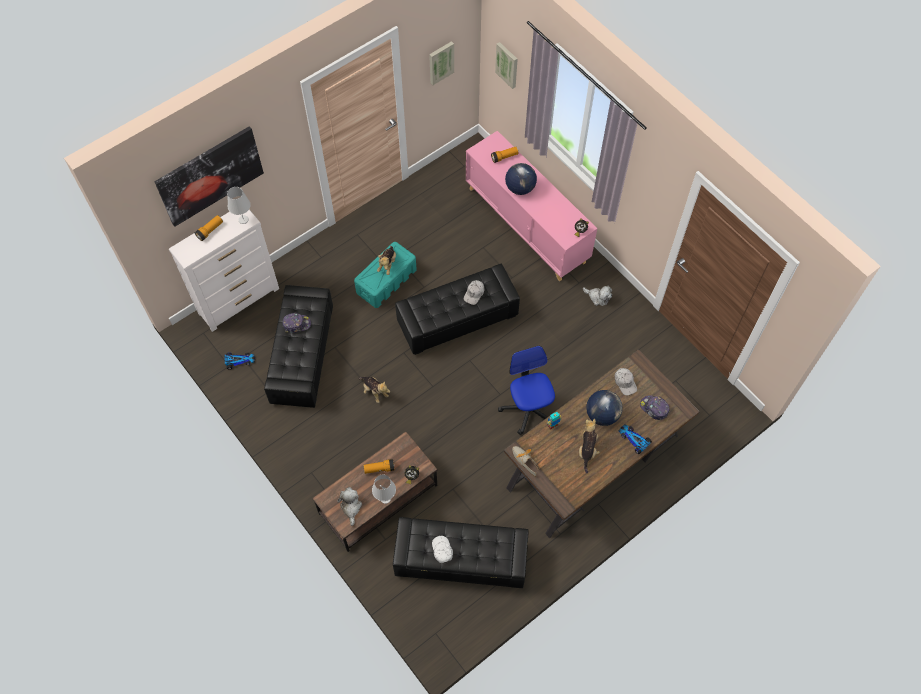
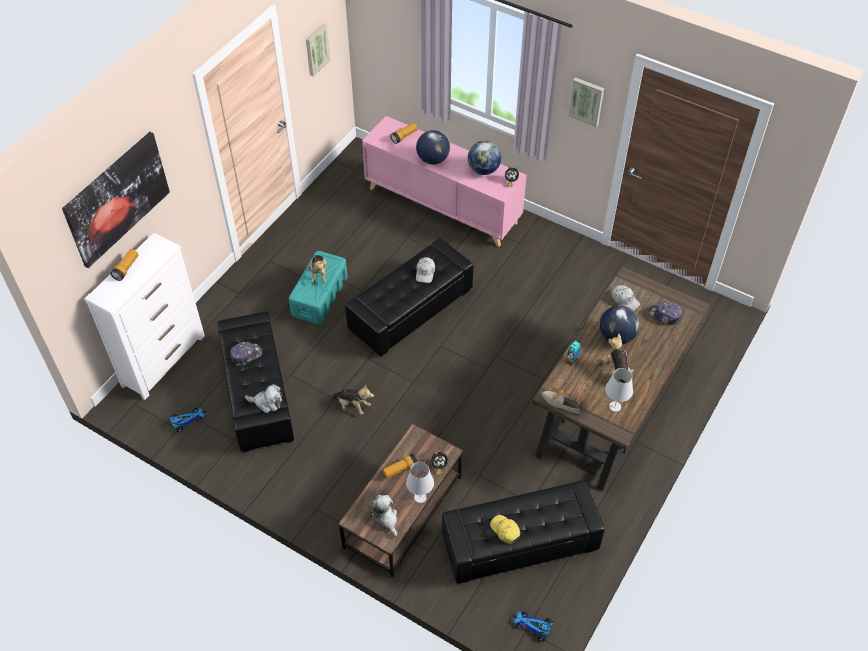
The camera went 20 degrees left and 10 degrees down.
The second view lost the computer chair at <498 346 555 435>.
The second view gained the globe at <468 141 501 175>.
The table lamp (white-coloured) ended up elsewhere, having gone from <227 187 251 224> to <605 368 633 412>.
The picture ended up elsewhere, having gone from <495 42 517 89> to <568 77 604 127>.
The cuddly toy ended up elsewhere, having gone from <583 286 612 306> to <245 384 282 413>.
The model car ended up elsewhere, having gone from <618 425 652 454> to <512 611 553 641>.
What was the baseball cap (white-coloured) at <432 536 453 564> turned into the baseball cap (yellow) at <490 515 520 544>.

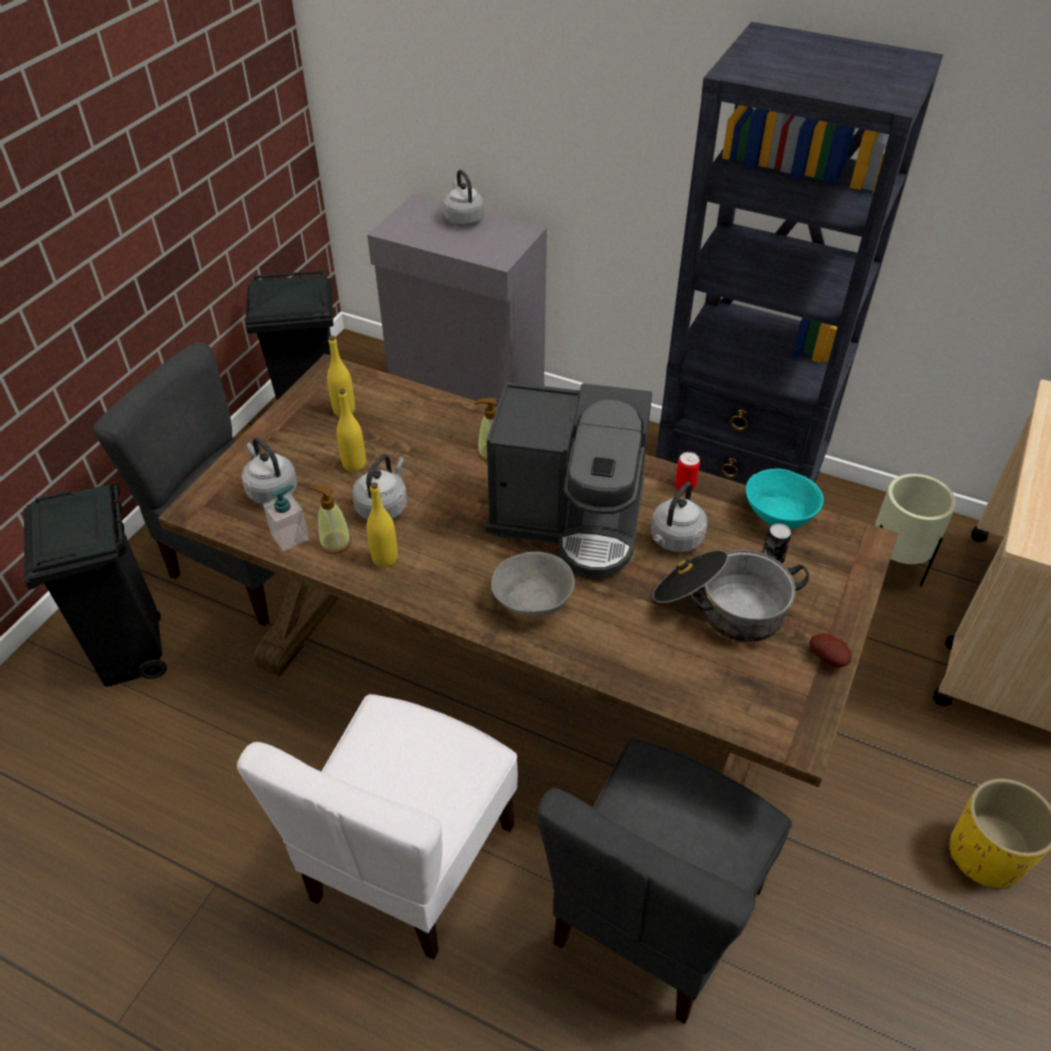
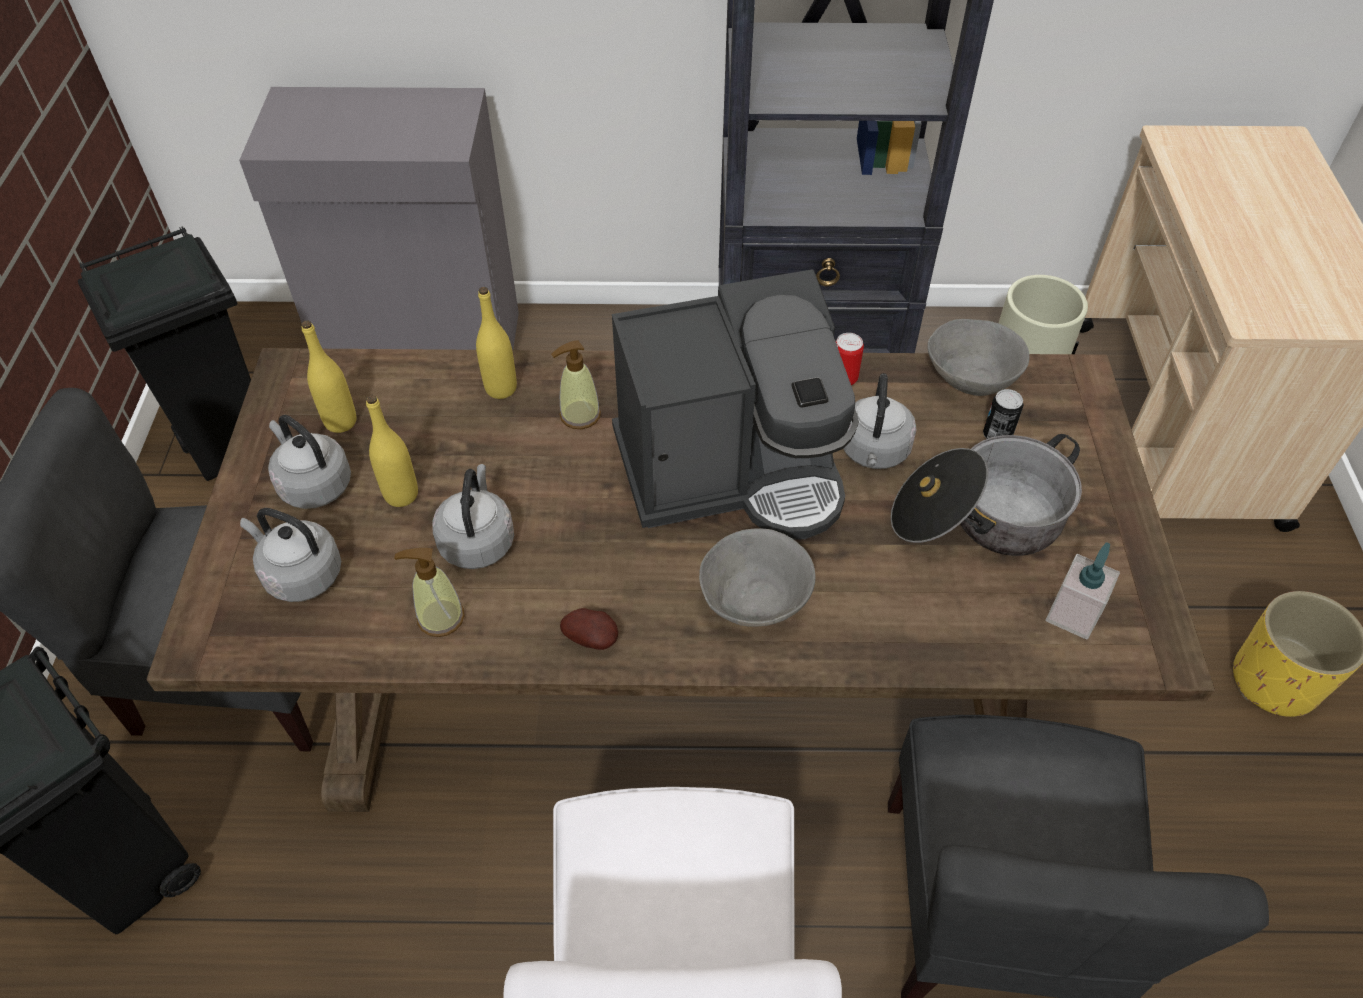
The camera went 25 degrees left and 5 degrees up.
The liquid soap bottle ended up elsewhere, having gone from <263 485 309 551> to <1046 542 1120 640>.
The beverage bottle (yellow) ended up elsewhere, having gone from <367 482 398 567> to <476 287 517 399>.
The kettle (grey) ended up elsewhere, having gone from <443 170 484 226> to <268 415 351 509>.
The spud ended up elsewhere, having gone from <809 633 852 667> to <560 608 618 650>.
What was the serving bowl (blue-green) at <746 468 824 529> turned into the serving bowl (grey) at <927 319 1030 396>.

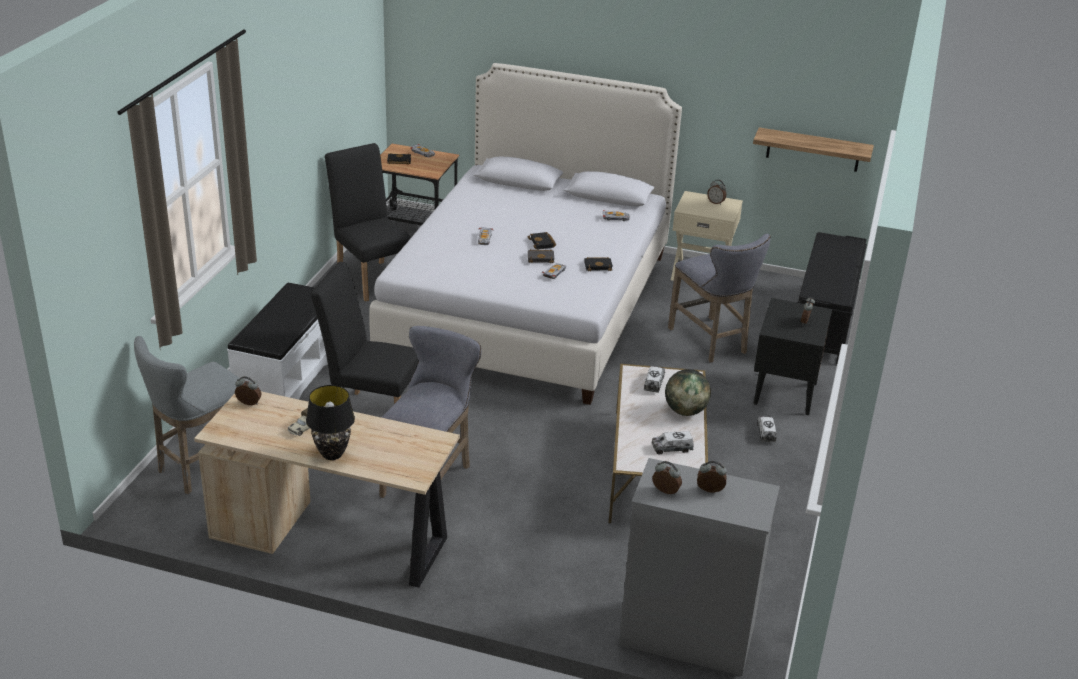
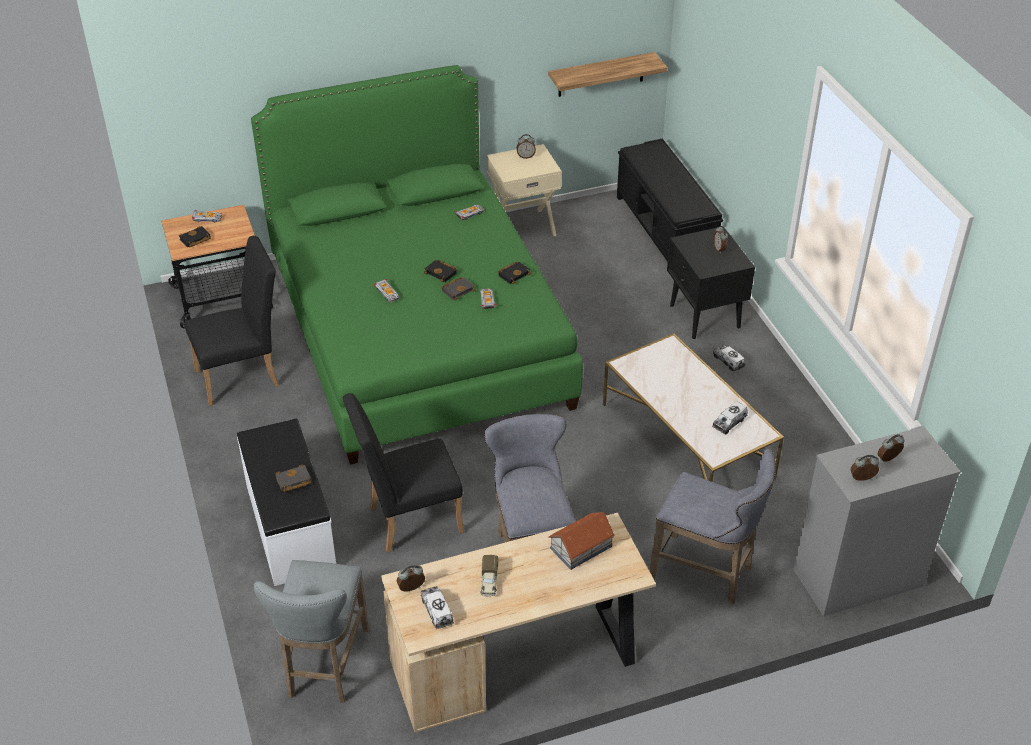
The camera went 35 degrees left and 10 degrees up.
The second view lost the table lamp (black) at <306 385 355 460>.
The second view lost the globe at <665 369 711 416>.
The second view gained the volume (black) at <275 464 312 492>.
The second view gained the miniature house at <548 512 615 570>.
The toy lorry ended up elsewhere, having gone from <644 366 665 393> to <421 586 454 629>.
The stool seat (grey) ended up elsewhere, having gone from <668 234 771 362> to <649 449 776 605>.
What was the bed (white-coloured) at <369 63 682 405> turned into the bed (green) at <251 65 583 465>.
The chair (black) at <325 143 411 301> ended up facing another way, 135 degrees clockwise from before.

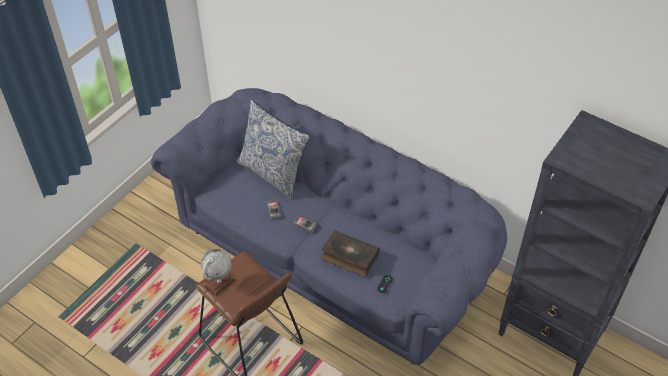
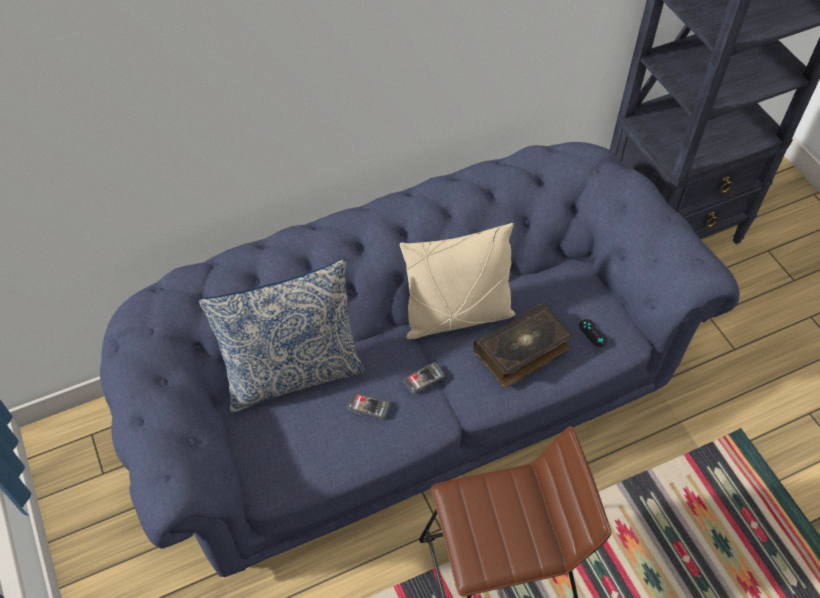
The camera went 60 degrees left and 5 degrees up.
The second view lost the globe at <201 249 235 297>.
The second view gained the throw pillow (beige-coloured) at <400 223 515 339>.

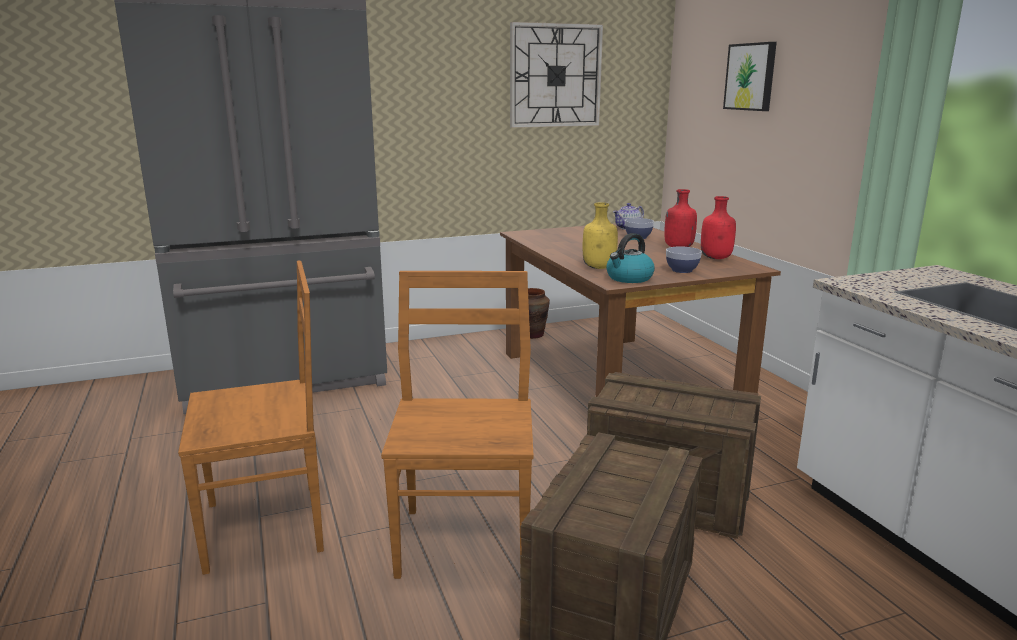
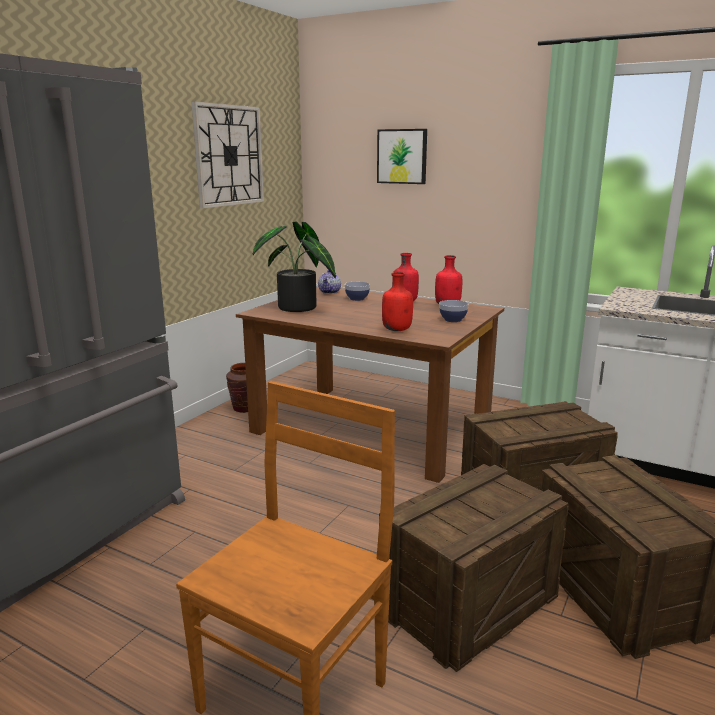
The camera went 40 degrees left and 0 degrees up.
The second view lost the kettle at <606 233 655 283>.
The second view gained the potted plant at <253 222 336 312>.
Where the chair (brown) stood at <381 271 533 579>, the shipping crate came to stand at <379 464 569 672>.
What was the beverage bottle (yellow) at <583 202 618 269> turned into the beverage bottle (red-coloured) at <382 272 413 331>.

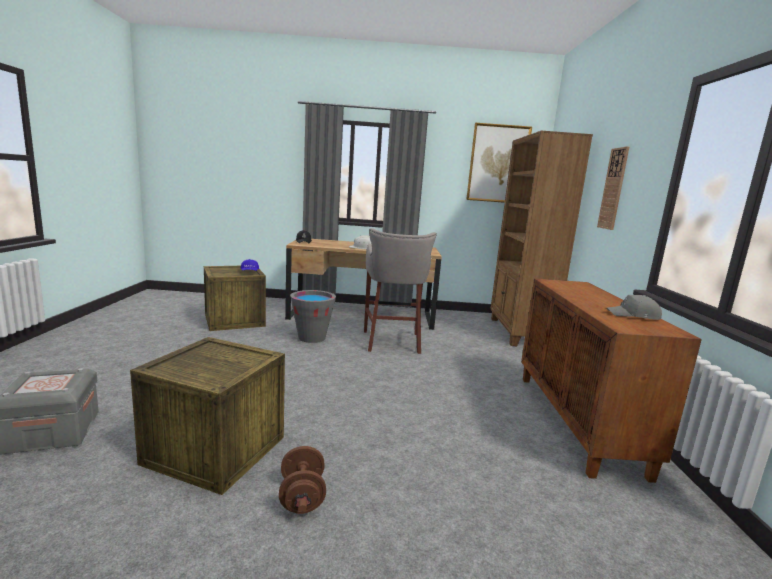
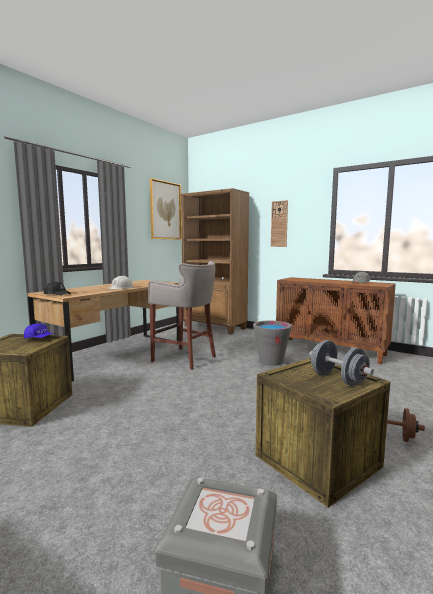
The camera went 55 degrees left and 5 degrees down.
The second view gained the hand weight (grey) at <309 340 374 386>.
The bucket (grey) ended up elsewhere, having gone from <290 290 336 343> to <253 321 292 366>.

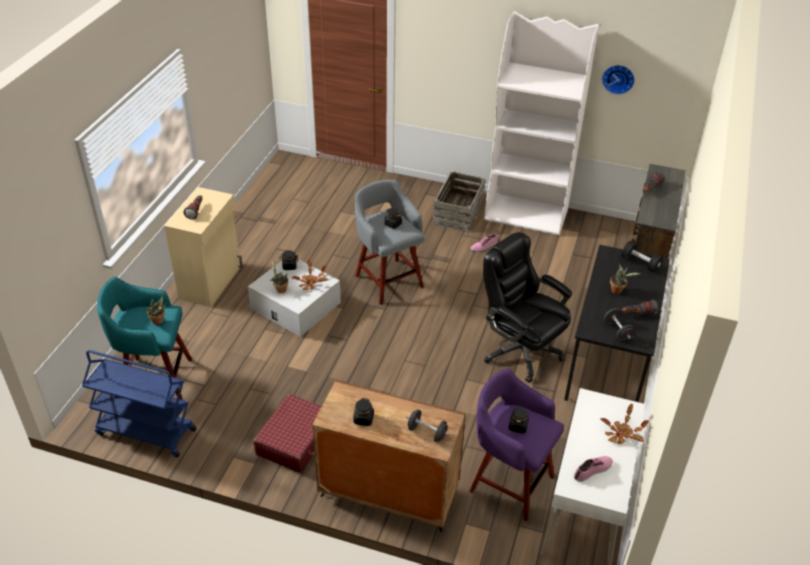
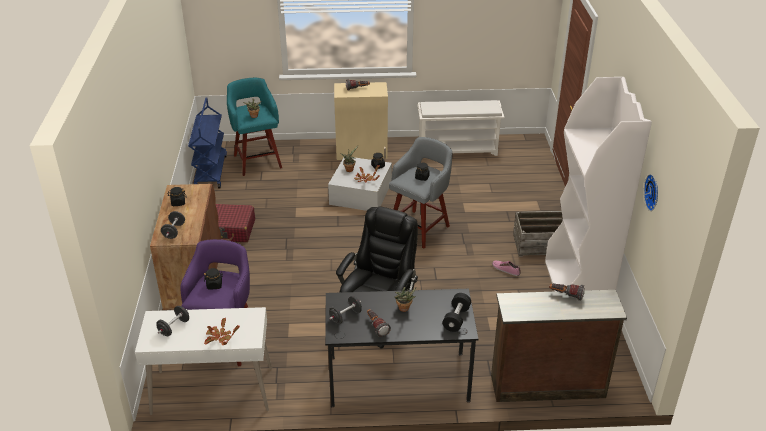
The camera went 70 degrees right and 5 degrees down.
The second view gained the shoe rack (white-coloured) at <417 100 504 156>.
Where the low shoe stood at <574 456 613 482>, the hand weight (black) came to stand at <156 306 189 336>.

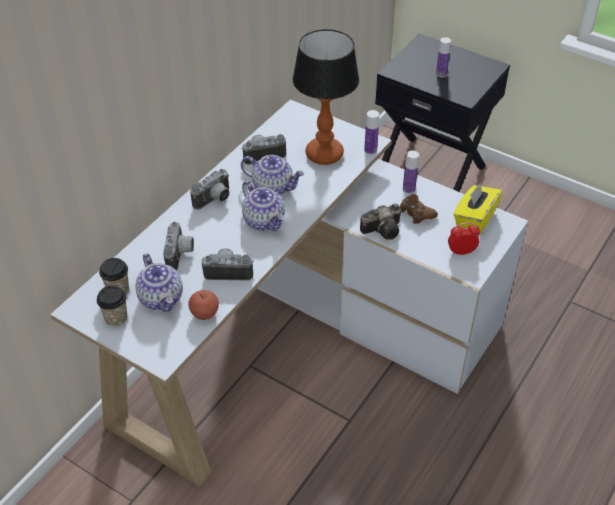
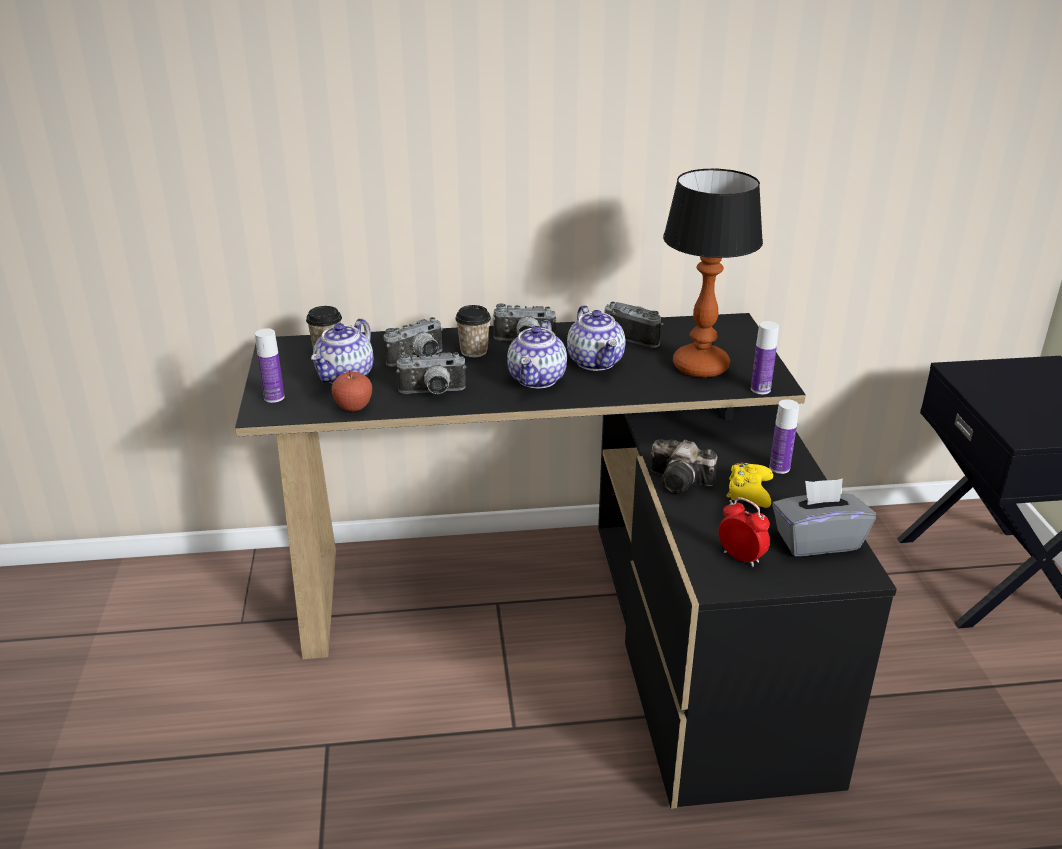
The camera went 50 degrees right and 15 degrees down.
The cup ended up elsewhere, having gone from <97 285 127 327> to <455 305 491 357>.
The beverage bottle ended up elsewhere, having gone from <436 37 451 77> to <255 328 284 403>.
What was the desk table (white-coloured) at <50 99 528 487> turned into the desk table (black) at <235 313 897 809>.
What was the game controller (brown) at <400 194 438 224> turned into the game controller (yellow) at <727 462 773 508>.
What was the tissue box (yellow) at <454 182 502 233> turned into the tissue box (grey) at <772 479 876 556>.
The photo camera at <202 248 253 281> ended up facing another way, 120 degrees clockwise from before.

